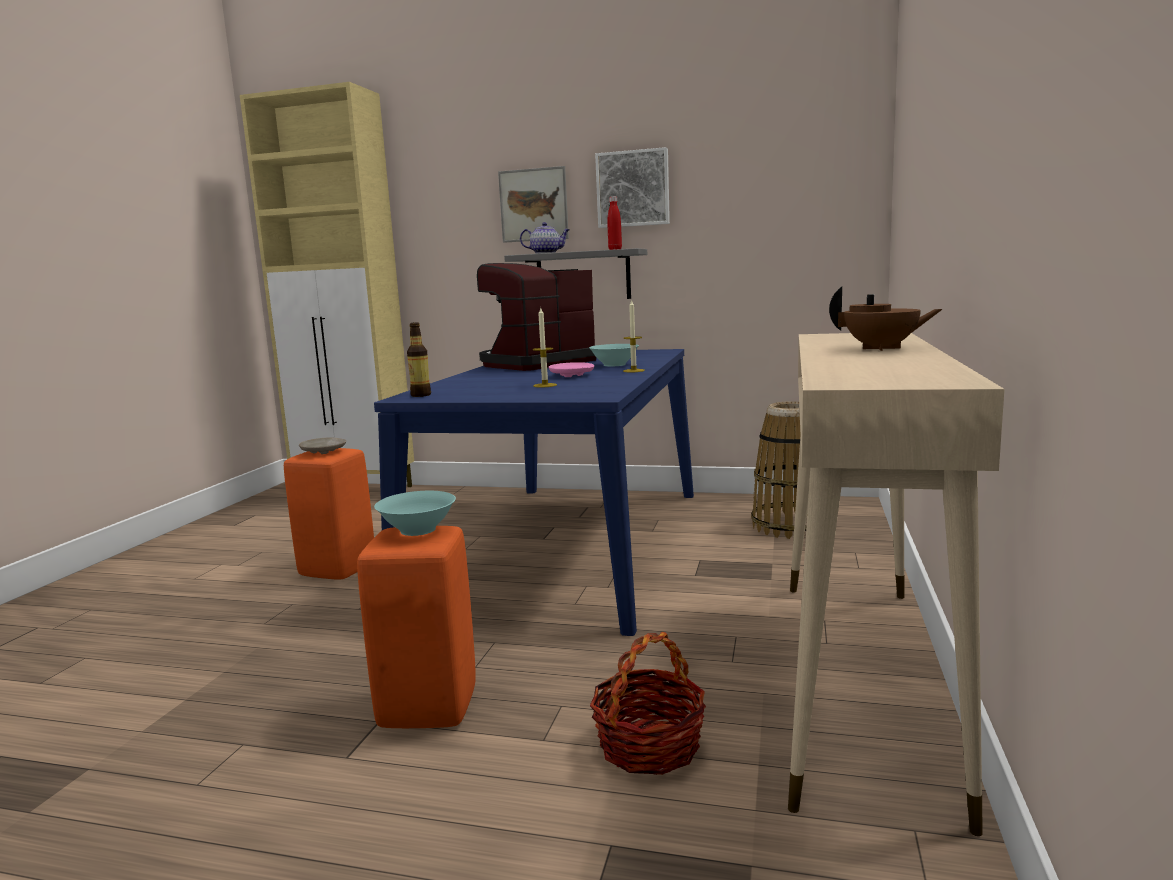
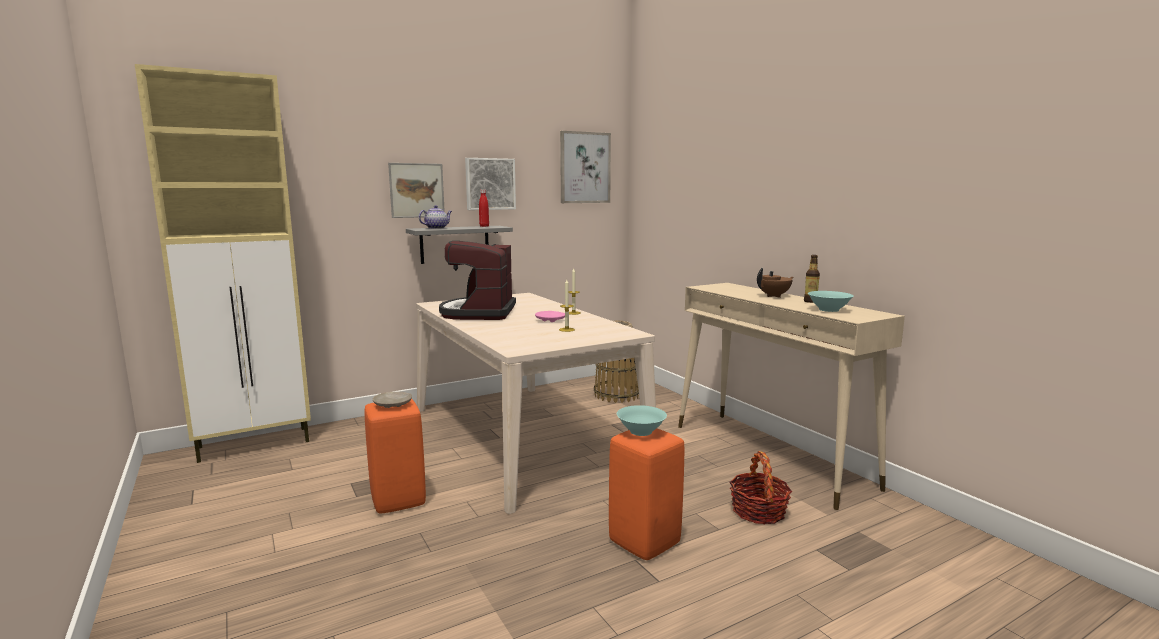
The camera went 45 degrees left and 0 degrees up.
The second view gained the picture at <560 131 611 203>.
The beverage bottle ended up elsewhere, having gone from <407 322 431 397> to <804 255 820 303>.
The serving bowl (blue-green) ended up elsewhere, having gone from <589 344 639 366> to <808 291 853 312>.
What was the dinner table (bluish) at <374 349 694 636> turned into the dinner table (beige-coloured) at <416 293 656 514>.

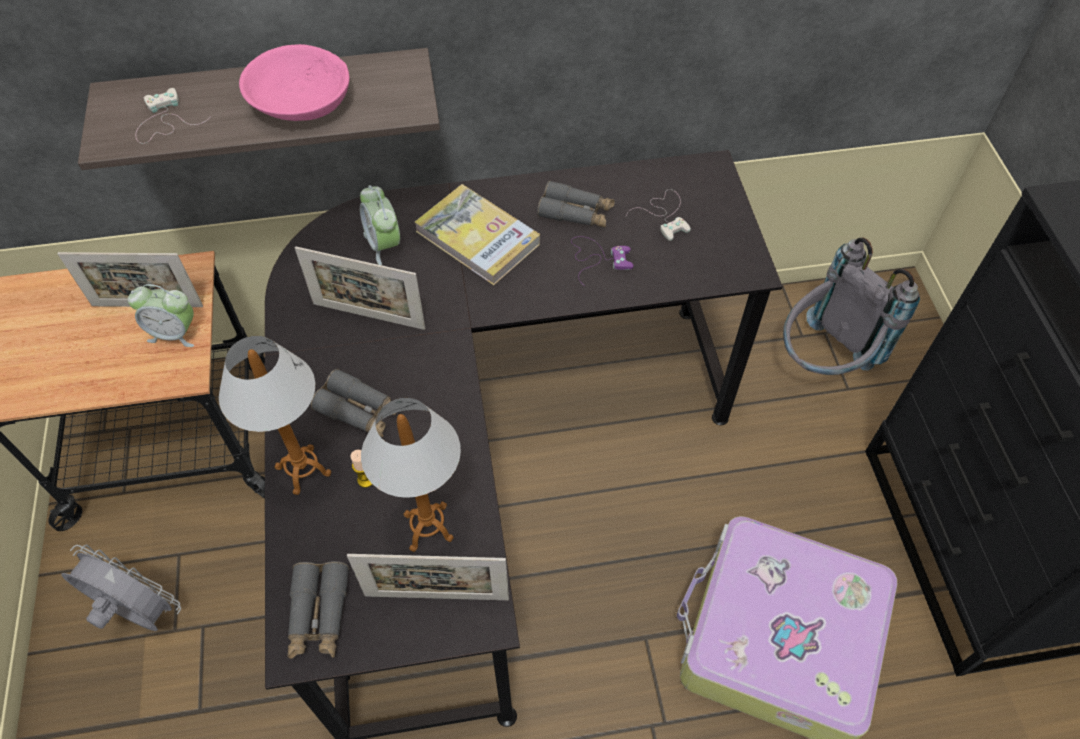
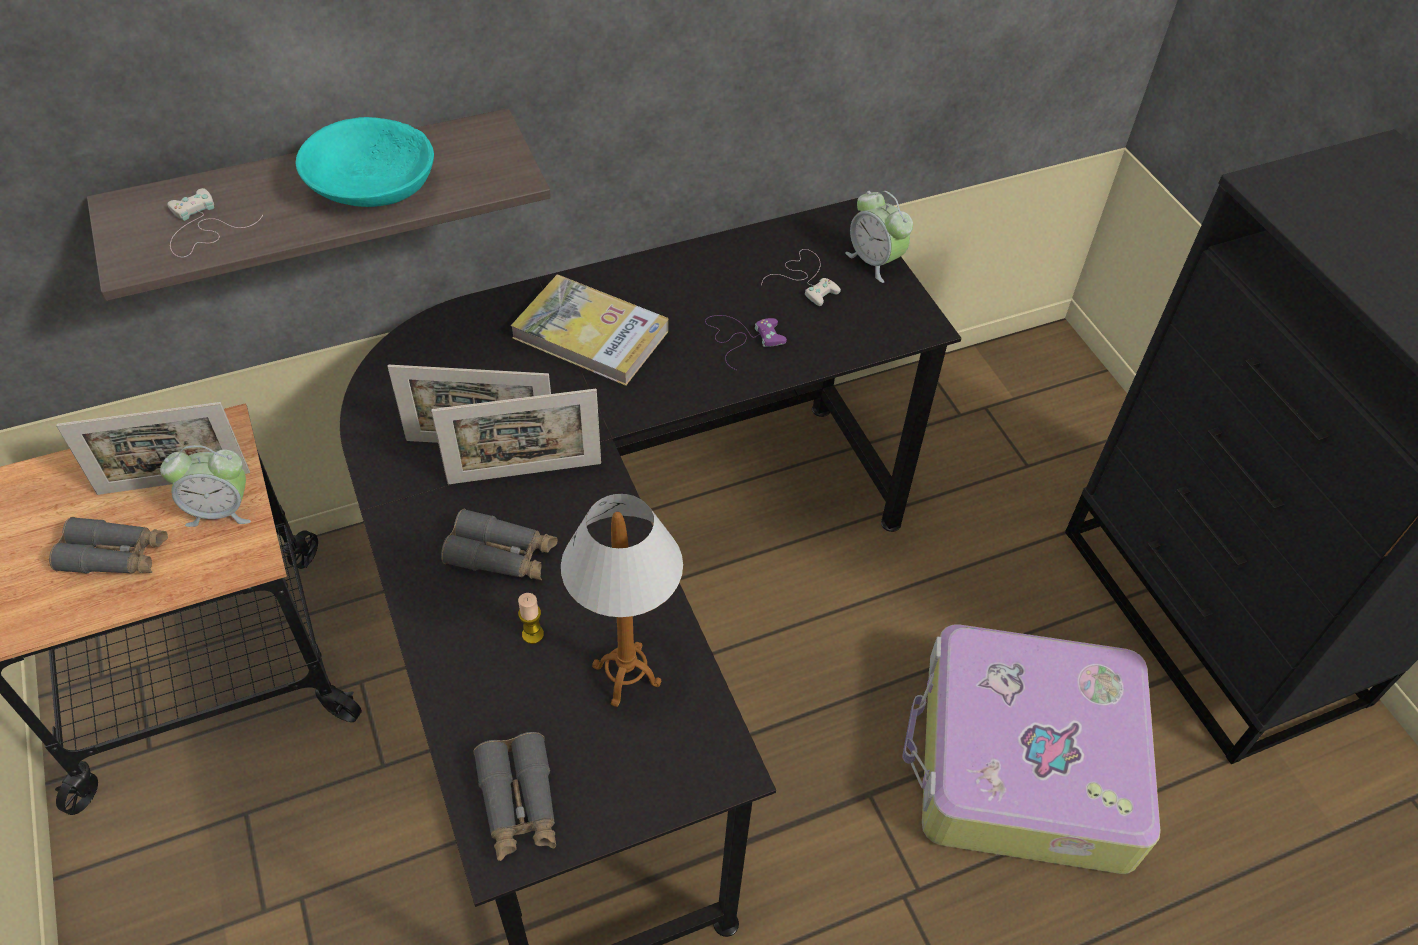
The camera went 15 degrees left and 5 degrees down.
The second view lost the electric fan (grey) at <61 545 181 631>.
The second view lost the table lamp at <219 336 331 495>.
The second view lost the rucksack (grey) at <783 237 920 375>.
The photo frame ended up elsewhere, having gone from <347 554 509 600> to <431 389 601 484>.
The table clock ended up elsewhere, having gone from <360 185 400 265> to <845 191 913 283>.
The field glasses (grey) ended up elsewhere, having gone from <537 180 615 228> to <49 517 168 573>.
What was the serving bowl (pinkish) at <239 44 349 121> turned into the serving bowl (blue-green) at <296 117 434 207>.

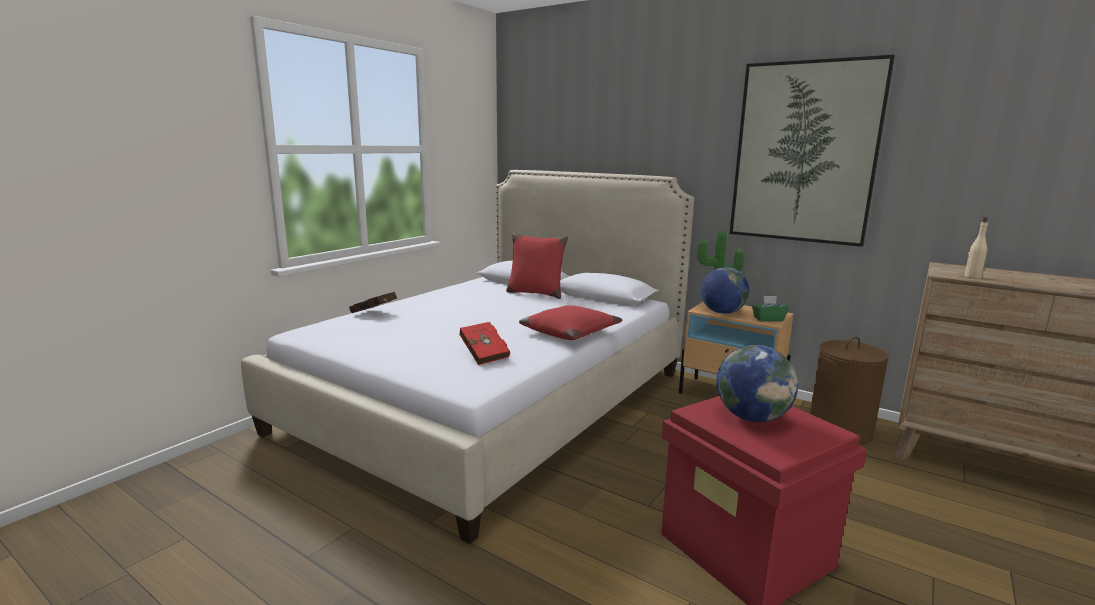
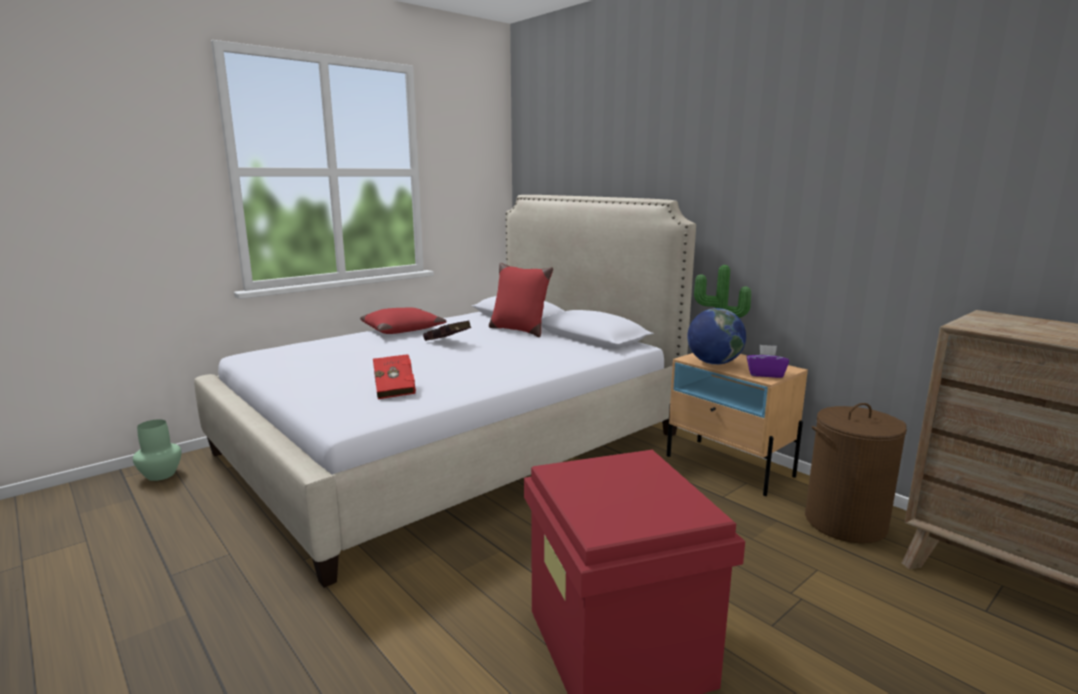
The camera went 15 degrees right and 0 degrees up.
The second view lost the globe at <716 345 798 422>.
The second view lost the picture at <730 55 895 247>.
The second view lost the beverage bottle (beige-coloured) at <964 217 988 278>.
The second view gained the decorative vase (green) at <133 419 181 481>.
The volume (red-coloured) ended up elsewhere, having gone from <349 292 397 313> to <423 321 471 341>.
The throw pillow (red-coloured) ended up elsewhere, having gone from <519 305 622 340> to <360 307 447 334>.
What was the tissue box (green) at <752 296 789 322> turned into the tissue box (purple-coloured) at <747 345 789 378>.

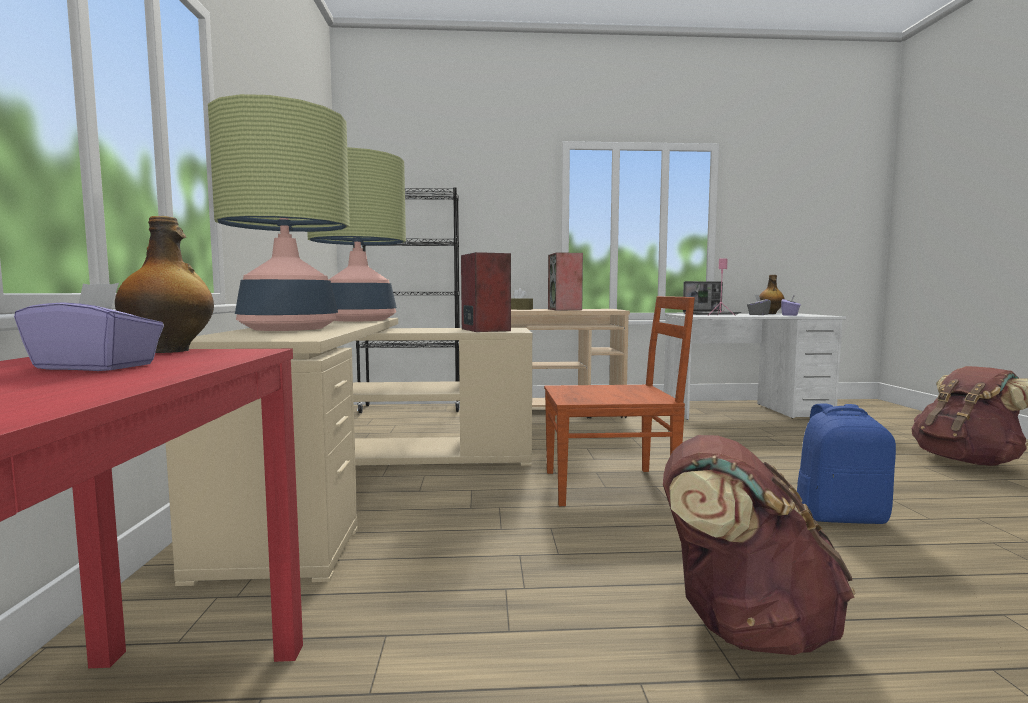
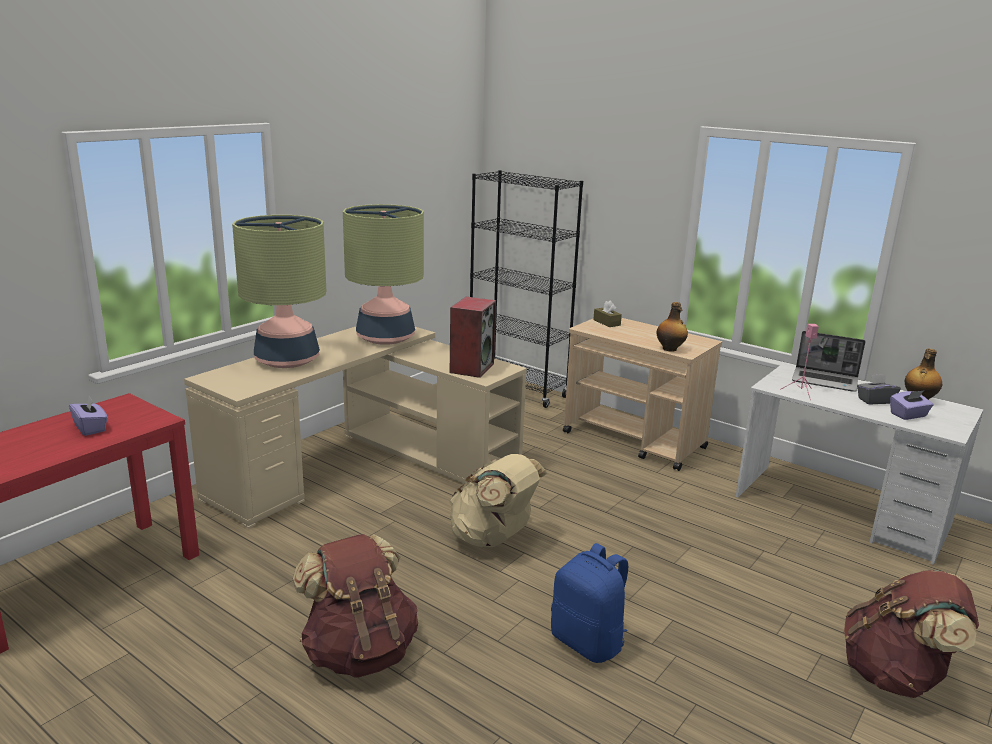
The camera went 40 degrees right and 15 degrees up.
The second view lost the loudspeaker at <548 252 583 310>.
The beverage bottle ended up elsewhere, having gone from <115 216 214 353> to <657 302 688 352>.
Where the chair (brown) stood at <544 296 695 506>, the rucksack (beige-coloured) came to stand at <449 454 547 547>.

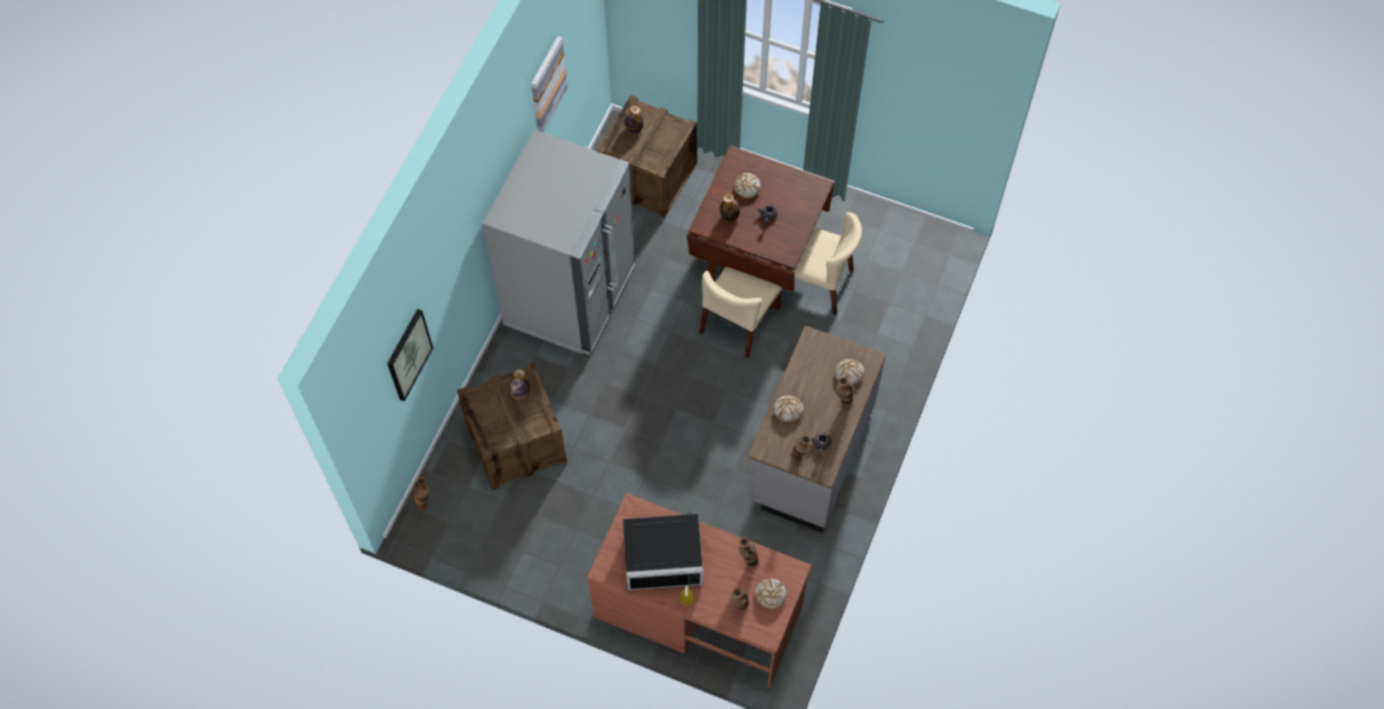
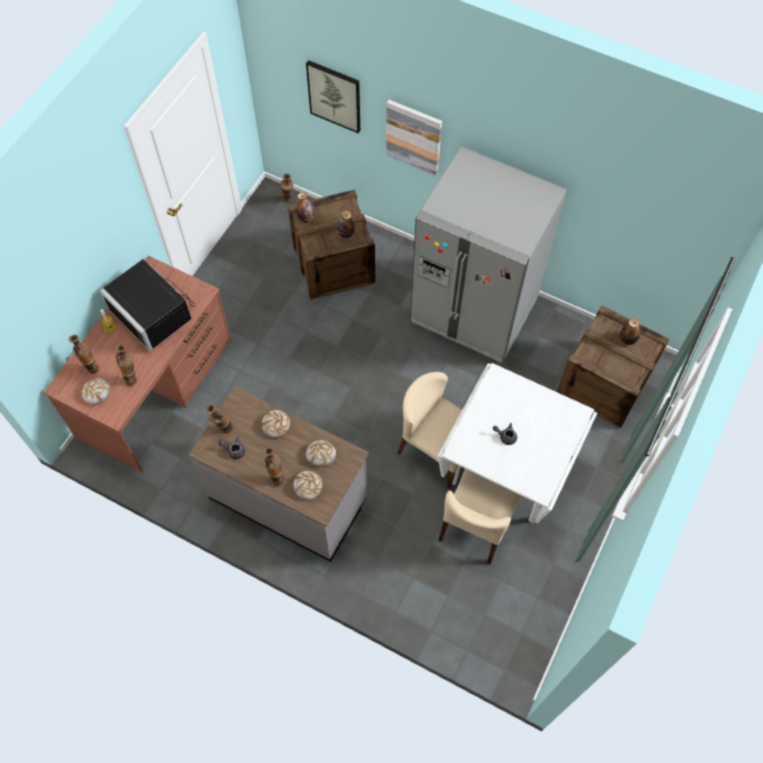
The camera went 95 degrees right and 0 degrees up.
The picture ended up elsewhere, having gone from <531 36 568 132> to <386 100 442 176>.
The beverage bottle ended up elsewhere, having gone from <720 193 740 222> to <297 192 315 223>.
The bakery bread ended up elsewhere, having gone from <734 173 761 198> to <306 440 336 467>.
What was the dinner table (brown) at <687 146 835 308> turned into the dinner table (white-coloured) at <438 363 597 523>.
The kitchen microwave (black) at <623 511 703 590> ended up facing another way, 45 degrees counterclockwise from before.

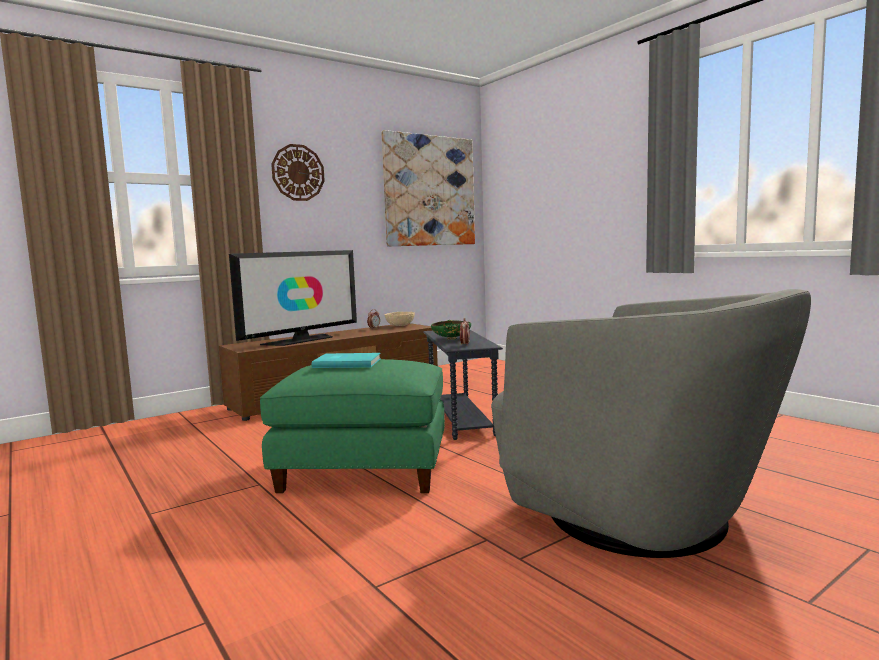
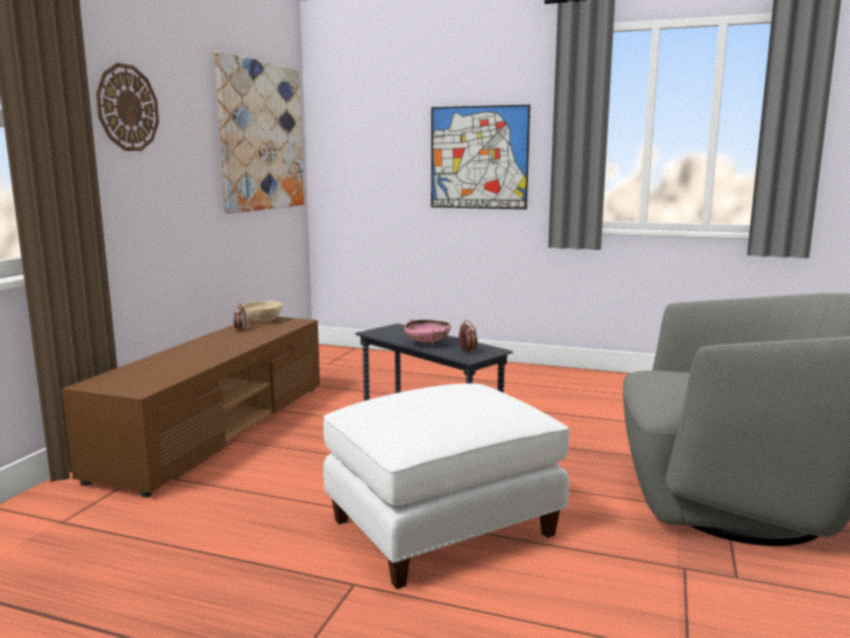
The camera went 35 degrees left and 5 degrees up.
The second view lost the television at <229 250 357 346>.
The second view lost the volume (blue-green) at <312 353 381 368>.
The second view gained the picture at <431 105 530 209>.
What was the pouffe (green) at <260 359 445 493> turned into the pouffe (white-coloured) at <323 383 569 589>.
What was the serving bowl (green) at <431 320 471 340> turned into the serving bowl (pinkish) at <405 319 451 345>.

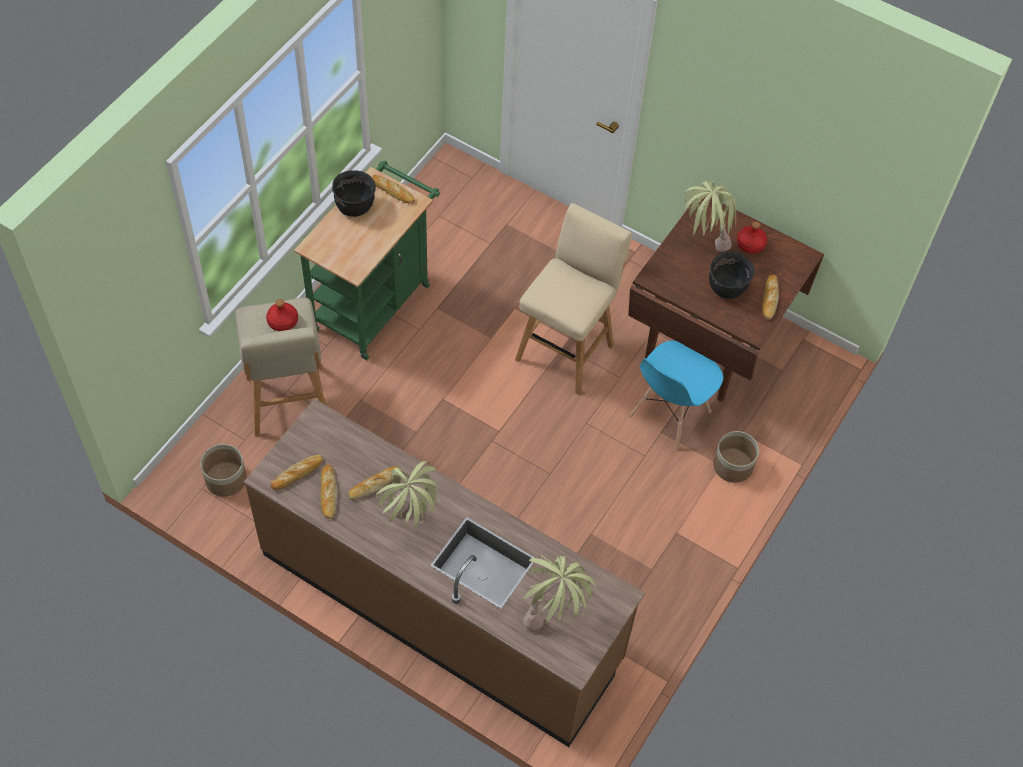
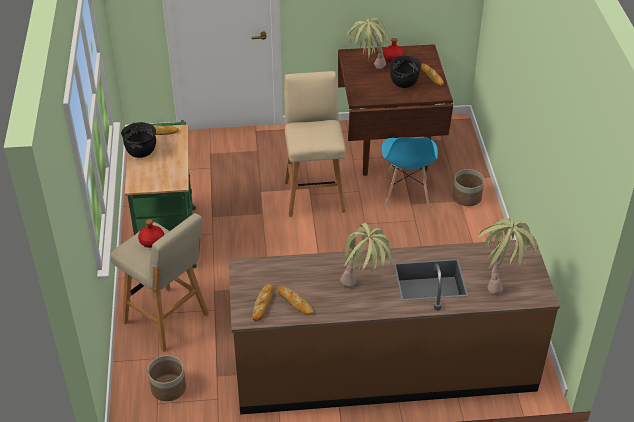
The camera went 35 degrees left and 15 degrees down.
The second view lost the bakery bread at <348 466 402 500>.

